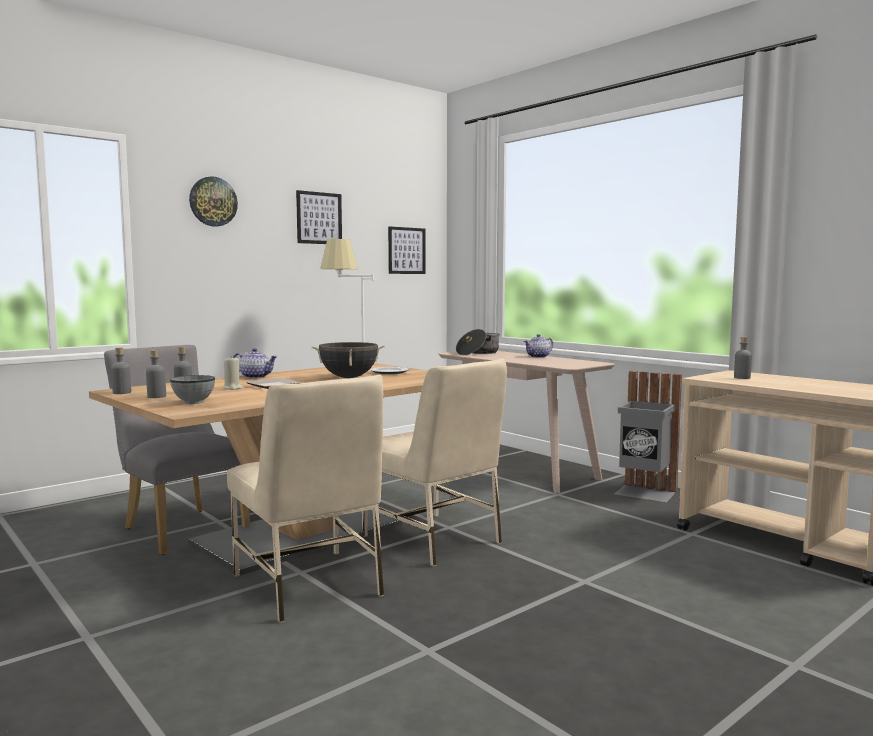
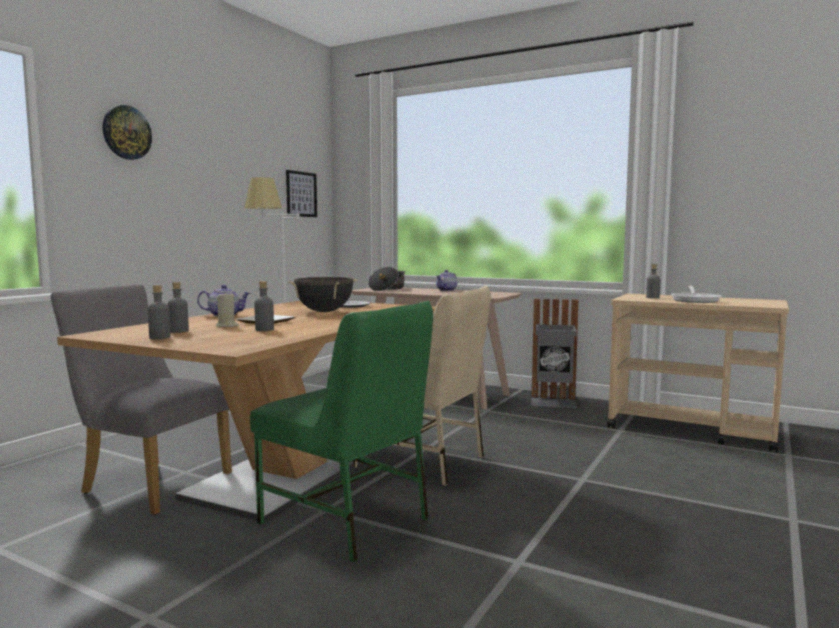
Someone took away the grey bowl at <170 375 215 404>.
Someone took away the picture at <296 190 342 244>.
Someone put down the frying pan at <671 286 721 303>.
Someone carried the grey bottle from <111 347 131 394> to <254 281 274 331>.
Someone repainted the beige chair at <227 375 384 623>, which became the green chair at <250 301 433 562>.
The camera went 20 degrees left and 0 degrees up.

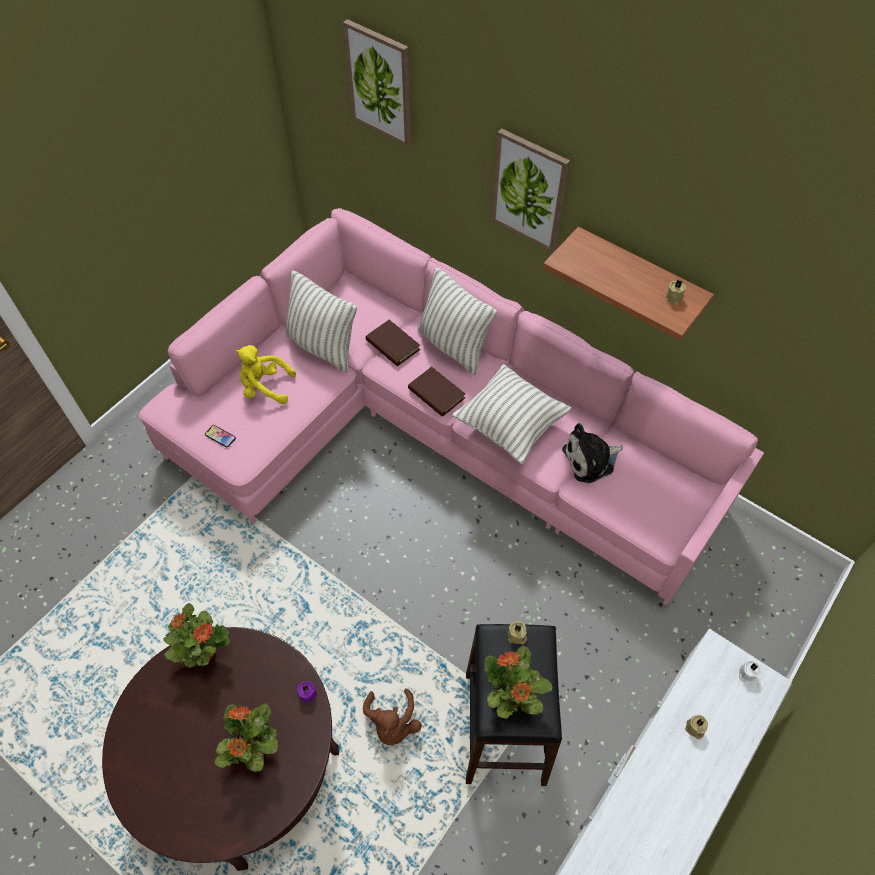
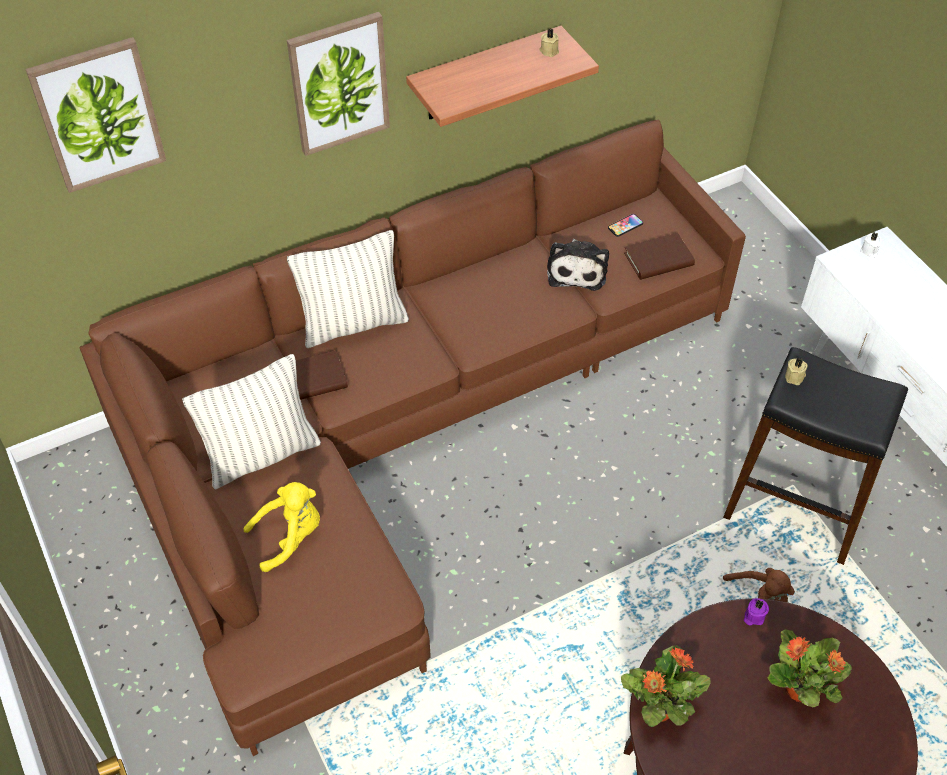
Someone took away the pillow at <452 364 572 464>.
Someone took away the potted plant at <484 646 552 719>.
Someone took away the beige candle at <685 715 708 739>.
Someone carried the phone from <205 425 236 447> to <608 214 643 237>.
Someone carried the brown book from <408 366 465 417> to <624 233 695 280>.
Someone repainted the pink sofa at <139 208 764 605>, which became the brown sofa at <80 119 746 756>.
Someone rotated the yellow plush toy at <236 345 296 404> by 150 degrees counterclockwise.
The camera went 65 degrees left and 5 degrees down.

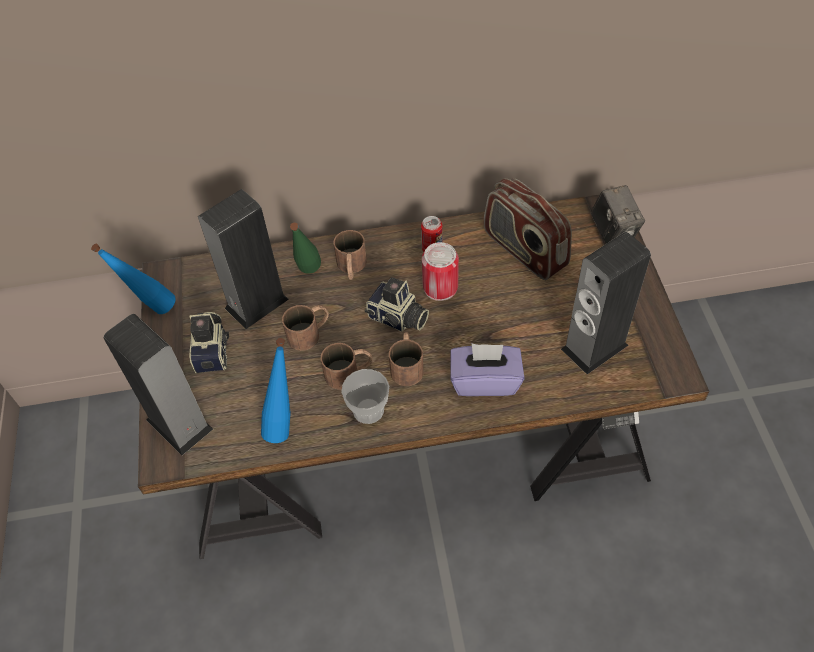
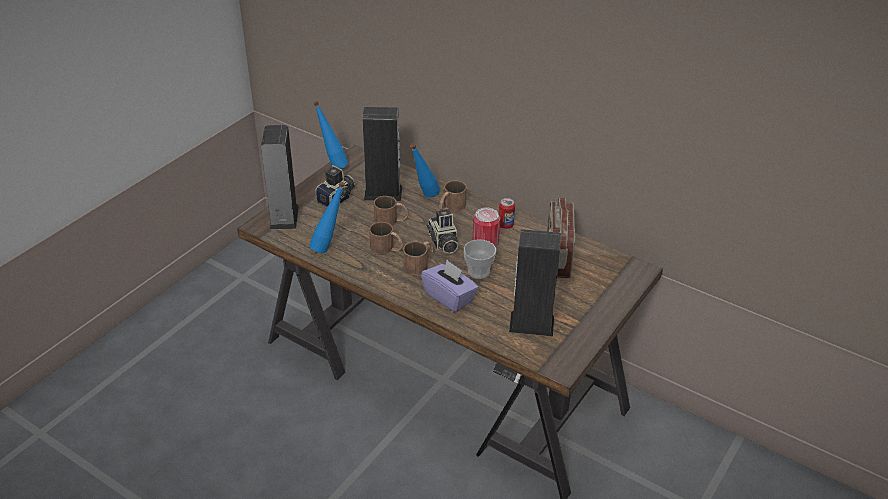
Someone took away the photo camera at <590 185 645 244>.
Someone carried the cup from <341 369 389 424> to <464 240 496 279>.
Someone repainted the green bottle at <290 223 321 274>, which became the blue bottle at <410 143 440 198>.
The camera went 40 degrees right and 15 degrees down.

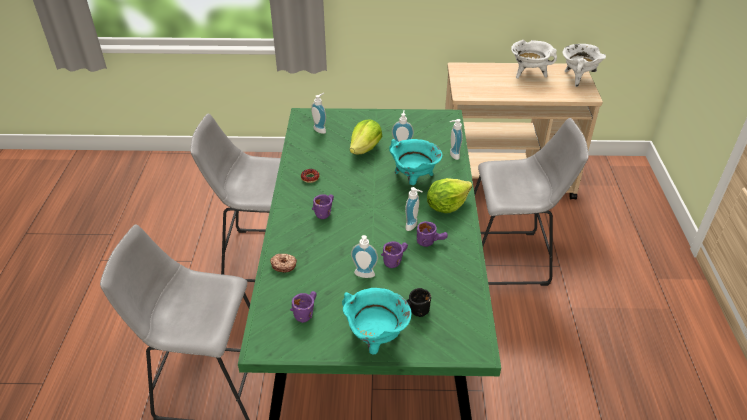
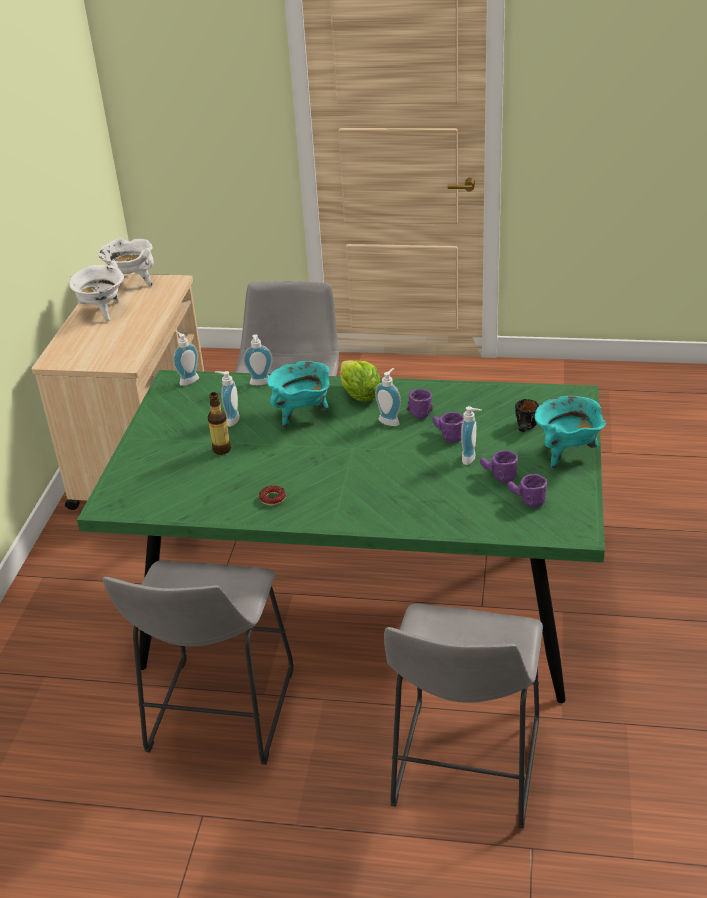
Someone took away the donut at <270 254 297 272>.
Someone carried the soap dispenser from <311 93 326 134> to <173 331 199 386>.
Someone carried the purple mug from <312 194 334 219> to <480 450 518 483>.
Someone swapped the lettuce at <350 119 382 154> for the bottle at <208 392 231 455>.
The camera went 80 degrees left and 5 degrees down.

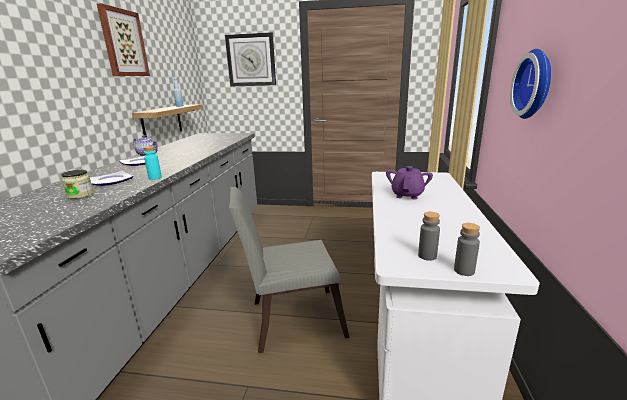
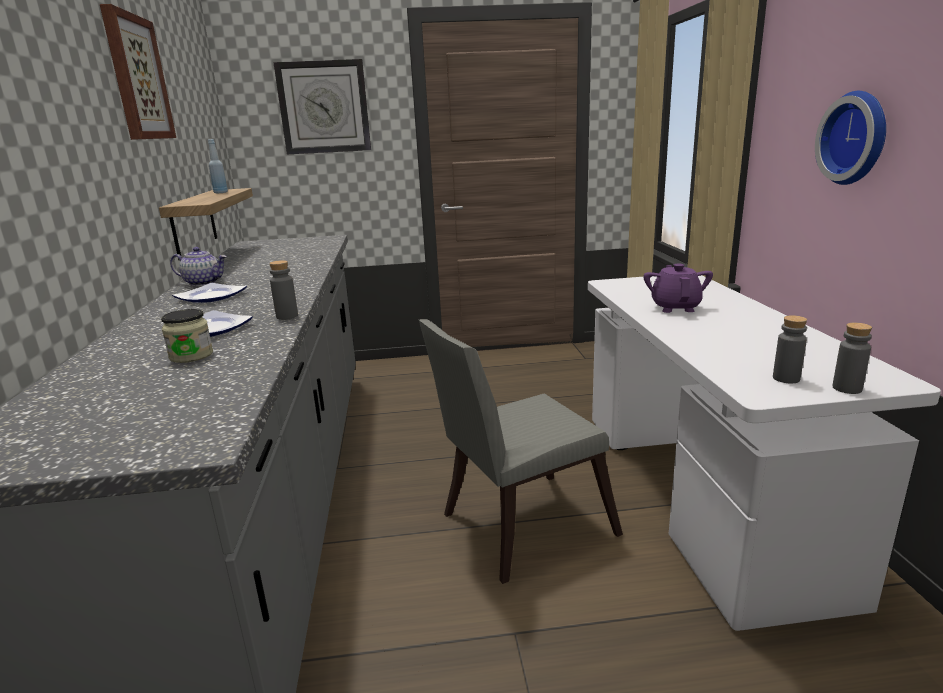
Someone repainted the turquoise bottle at <144 146 162 180>, which became the grey bottle at <269 260 298 320>.
The camera went 15 degrees left and 0 degrees up.

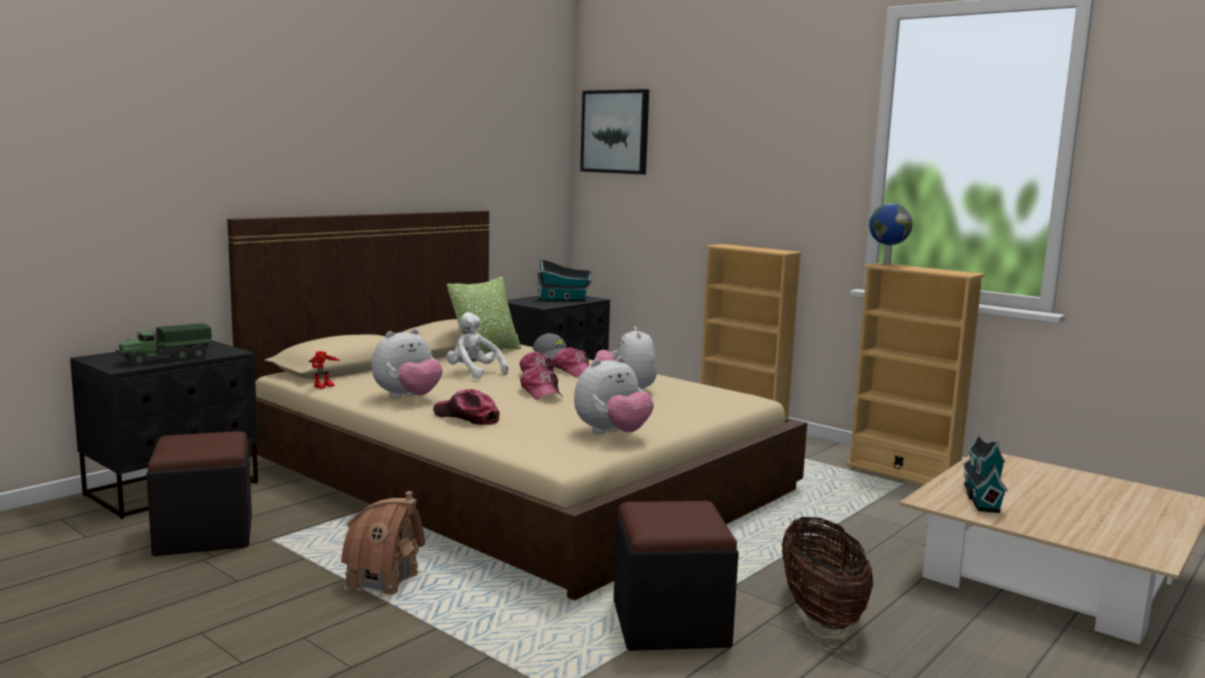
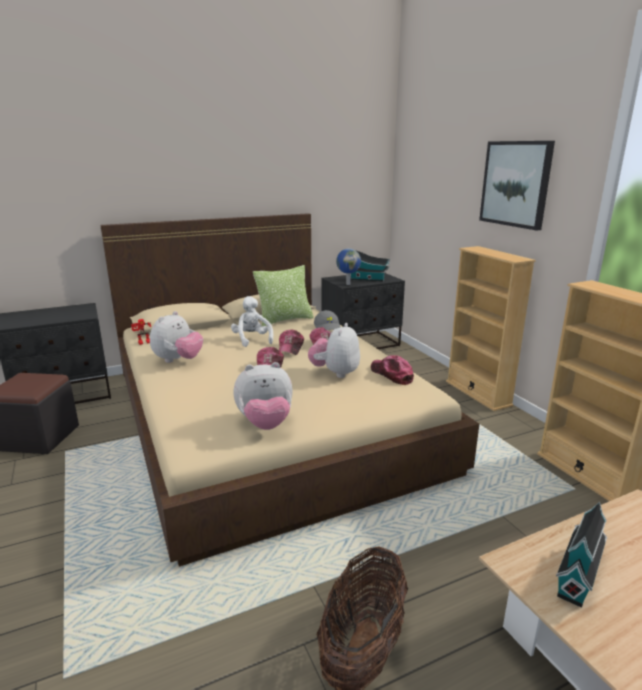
Someone took away the toy truck at <116 323 212 366>.
Someone took away the toy house at <341 491 425 595>.
Someone took away the black ottoman at <614 501 739 651>.
Someone carried the cap from <433 389 500 425> to <371 355 414 385>.
Someone carried the picture from <580 89 649 175> to <479 141 555 231>.
Someone carried the globe from <869 203 912 265> to <336 248 361 285>.
Someone rotated the plush toy at <371 328 443 398> by 45 degrees counterclockwise.
The camera went 25 degrees right and 10 degrees up.

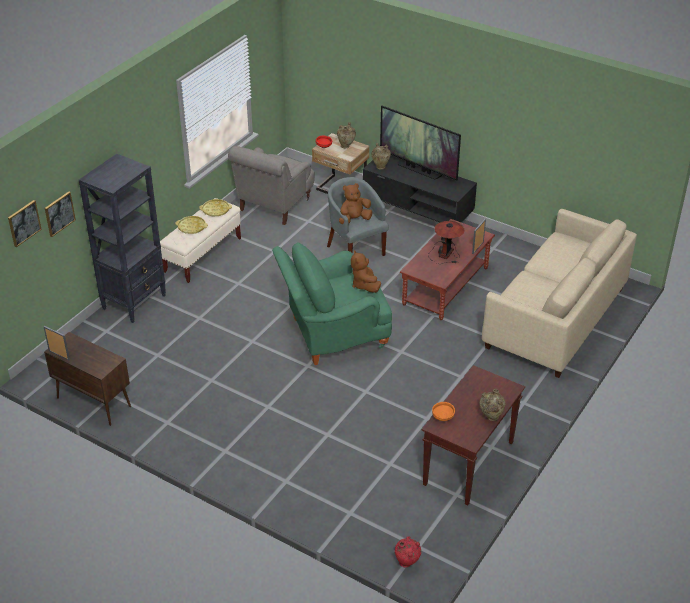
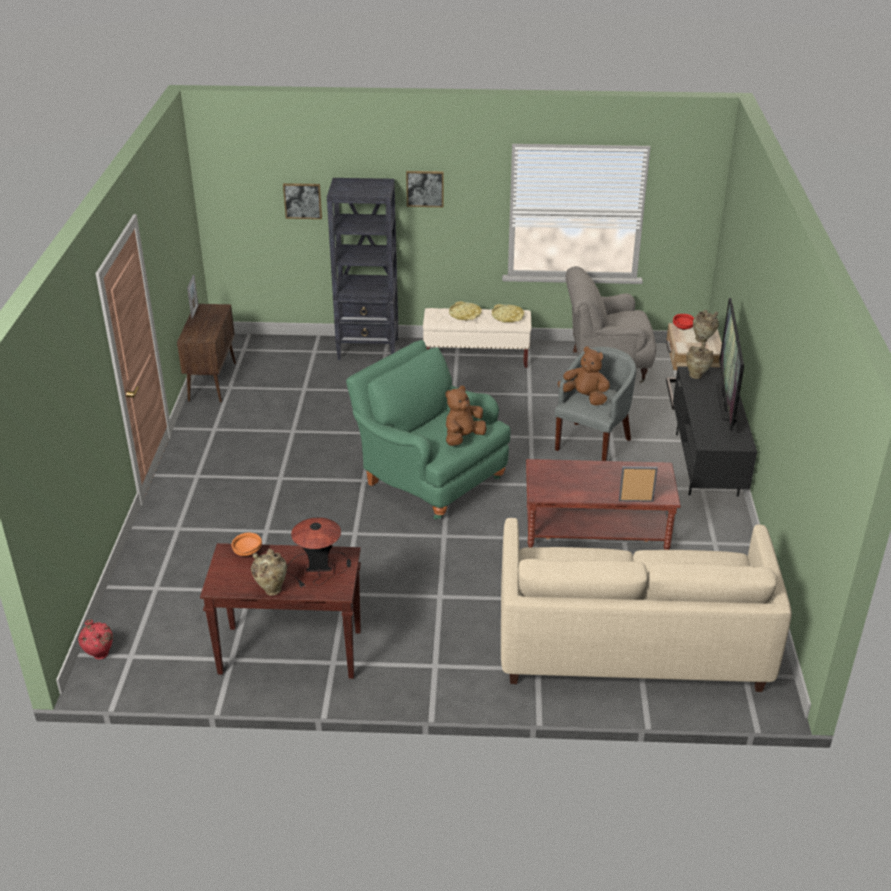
Someone carried the picture from <8 200 42 247> to <406 171 444 207>.
Someone carried the table lamp from <428 221 464 264> to <287 517 351 588>.
The camera went 60 degrees right and 5 degrees down.

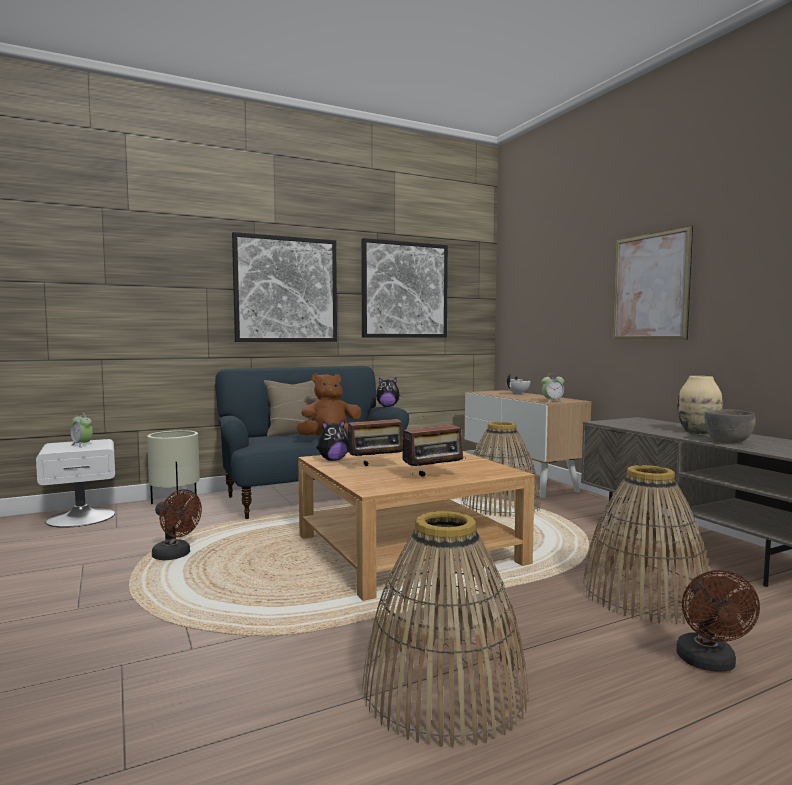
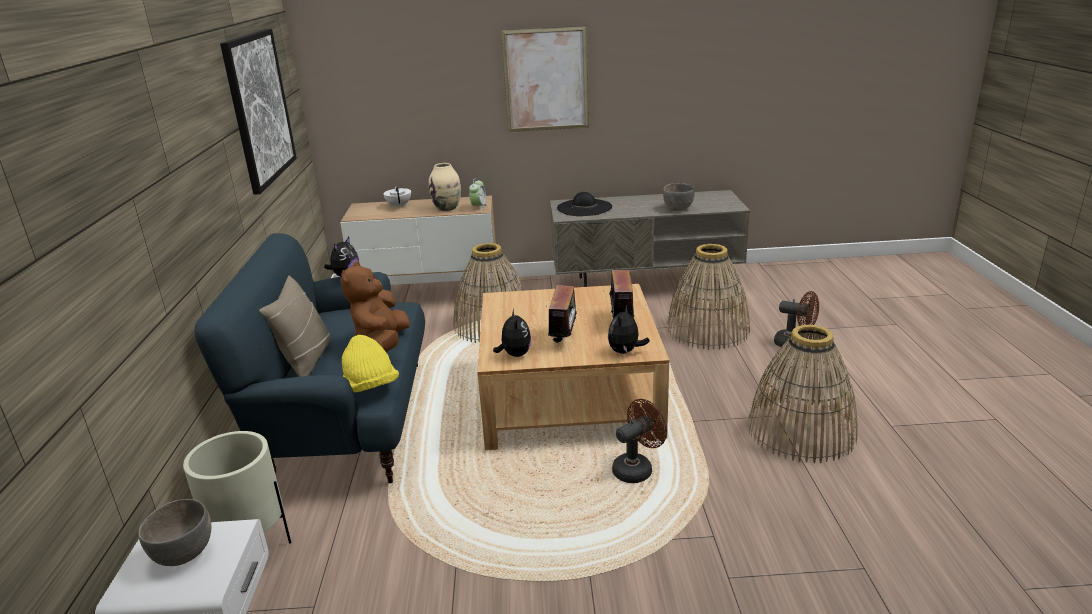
Someone took away the picture at <232 232 337 342>.
Someone put down the yellow hat at <342 335 399 392>.
Someone put down the black hat at <557 192 612 216>.
Someone put down the plush toy at <608 305 649 354>.
Someone carried the brown fan from <152 489 202 560> to <612 399 667 483>.
Someone carried the beige vase from <677 376 723 434> to <429 163 461 211>.
Someone swapped the alarm clock at <71 413 93 447> for the grey bowl at <138 499 211 566>.
The camera went 65 degrees left and 20 degrees up.

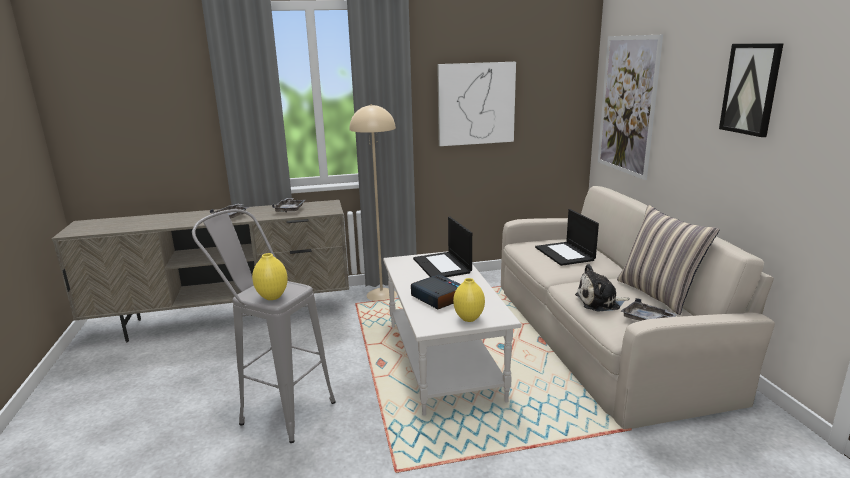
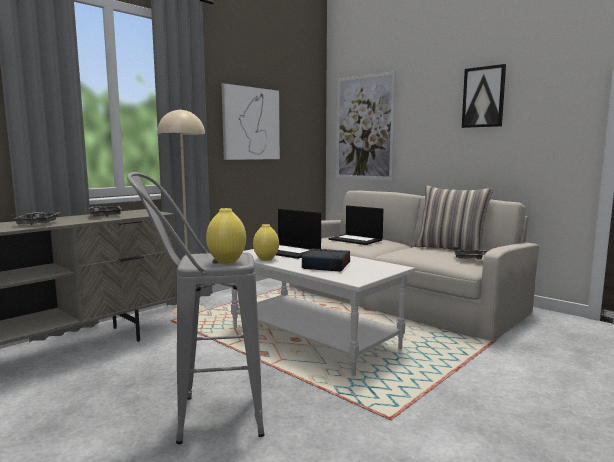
Someone took away the plush toy at <575 264 630 311>.
Someone carried the yellow vase from <453 278 485 322> to <253 224 279 261>.
The camera went 35 degrees left and 10 degrees down.

